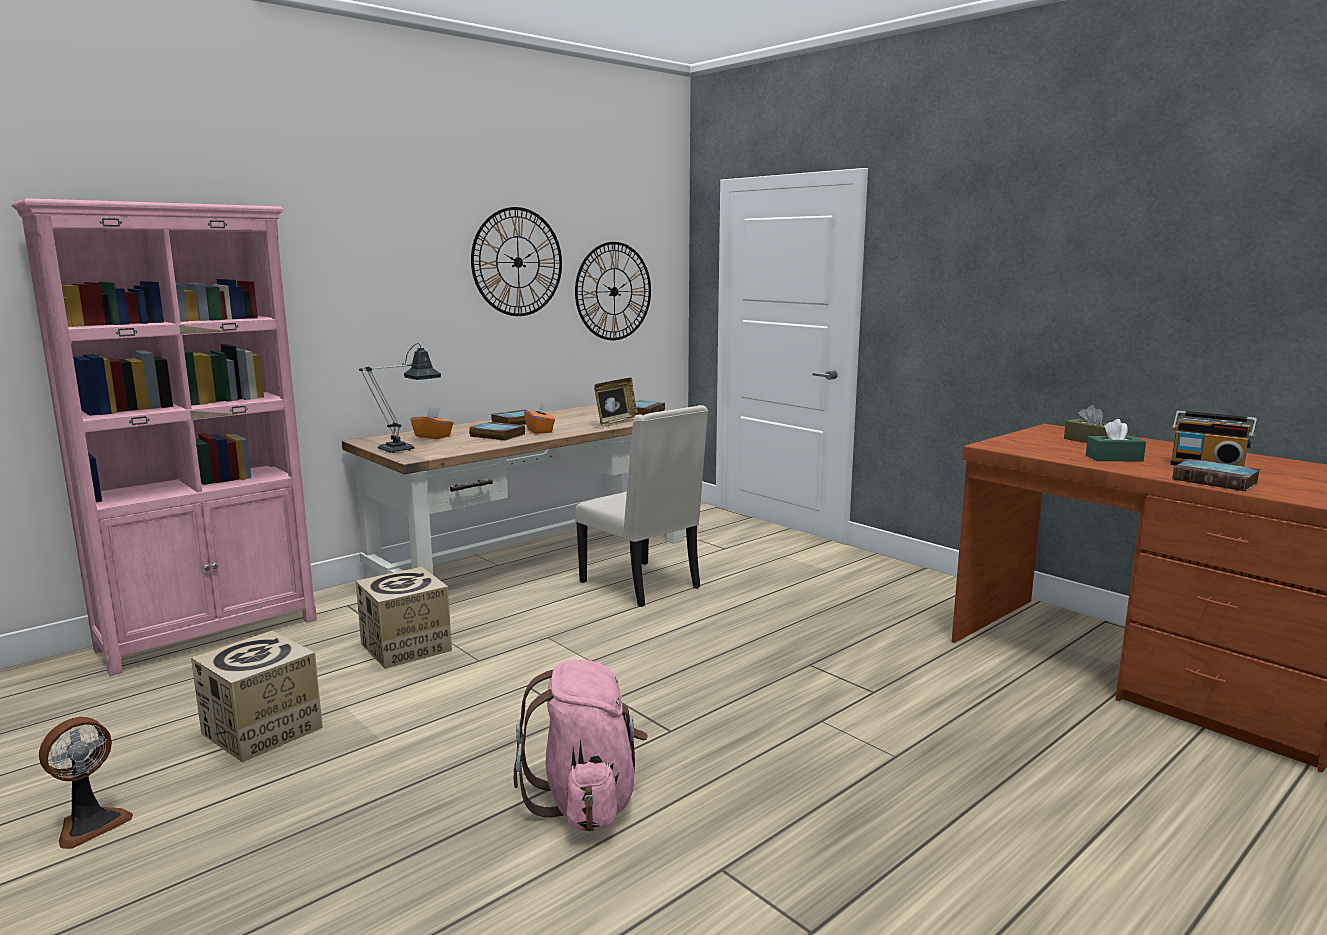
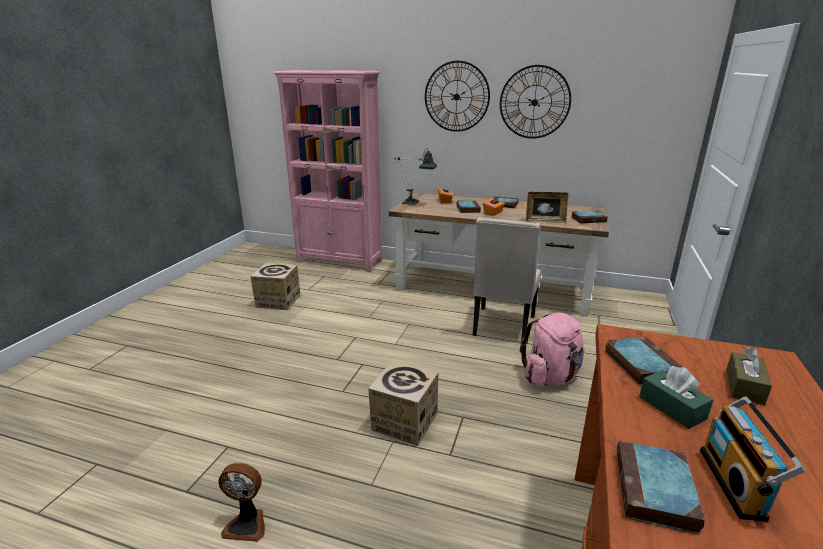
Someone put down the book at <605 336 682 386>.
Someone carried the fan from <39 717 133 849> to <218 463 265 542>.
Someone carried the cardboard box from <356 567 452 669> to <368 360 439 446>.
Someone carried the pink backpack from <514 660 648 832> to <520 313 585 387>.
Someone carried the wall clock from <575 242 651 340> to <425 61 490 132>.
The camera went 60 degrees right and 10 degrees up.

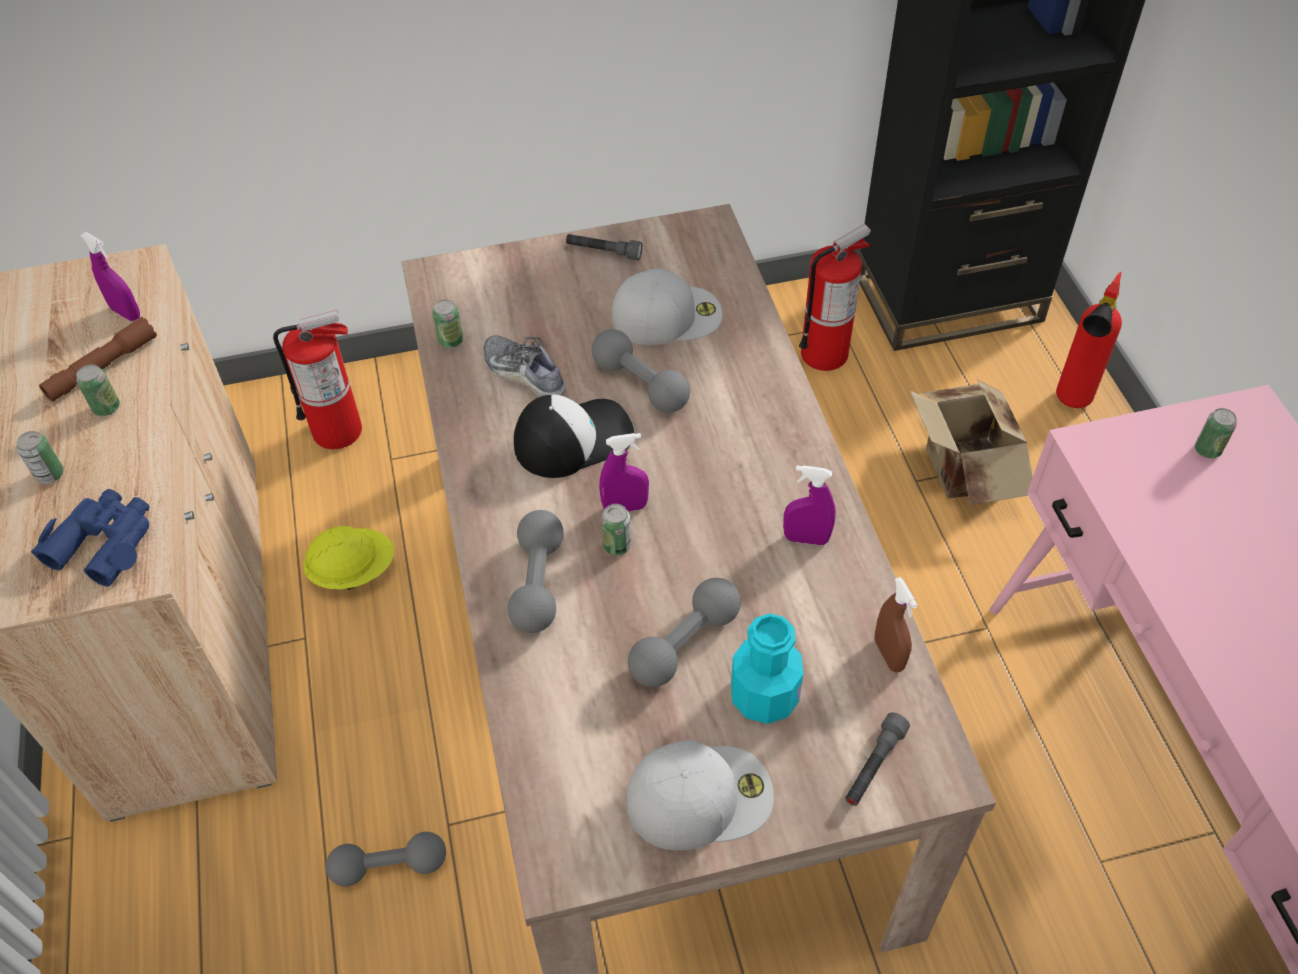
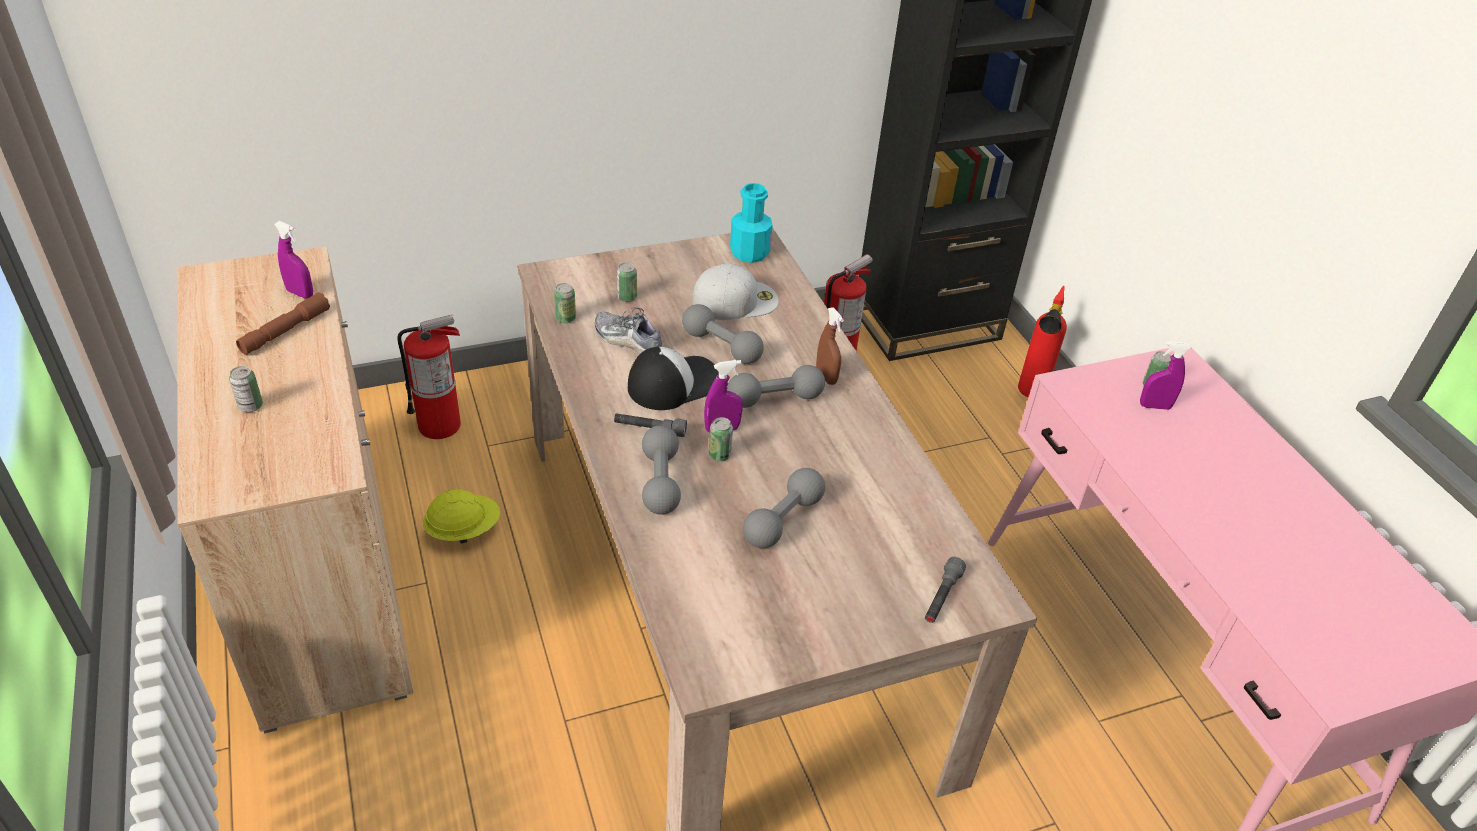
Someone took away the blue binoculars at <31 489 150 587>.
Someone took away the white cap at <626 740 774 850>.
Someone took away the cardboard box at <909 380 1033 505>.
Someone carried the can from <76 364 120 416> to <617 263 637 302>.
Someone carried the grey dumbbell from <326 832 446 886> to <727 365 825 408>.
Someone carried the grey flashlight from <566 234 643 260> to <614 413 687 437>.
Someone carried the turquoise bottle from <731 614 803 724> to <730 183 773 263>.
Someone carried the purple spray bottle from <783 465 836 545> to <1140 341 1191 410>.
Someone carried the brown spray bottle from <875 577 918 673> to <816 307 844 385>.
The camera went 10 degrees left and 10 degrees down.

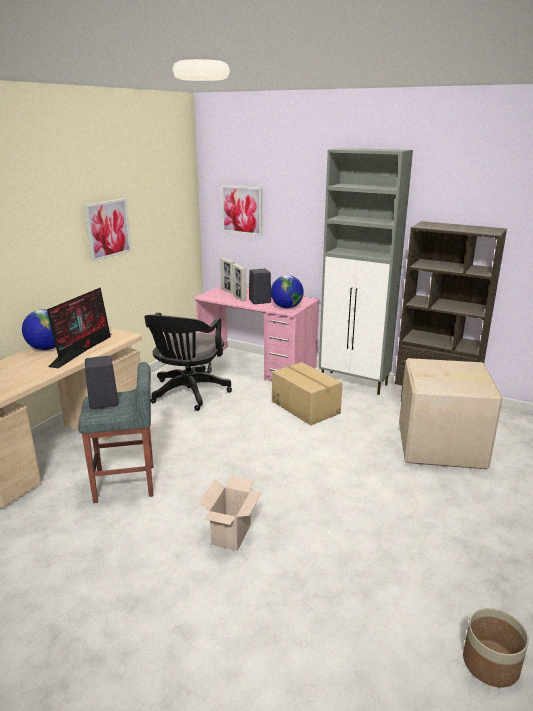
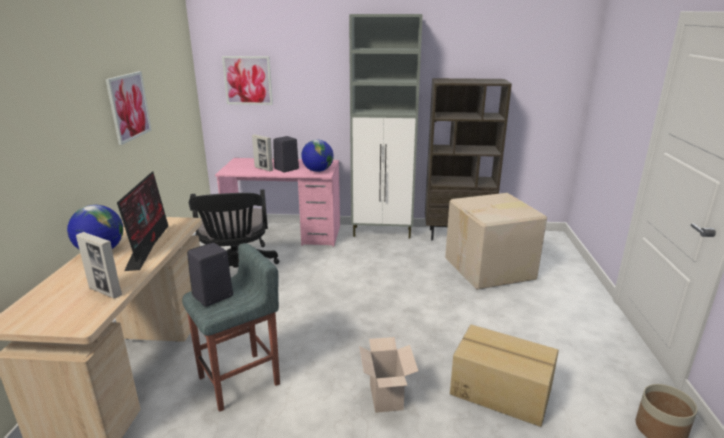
Someone carried the picture frame from <220 258 235 294> to <76 232 122 299>.
Someone carried the cardboard box from <272 362 343 425> to <450 325 559 427>.
The camera went 25 degrees left and 0 degrees up.

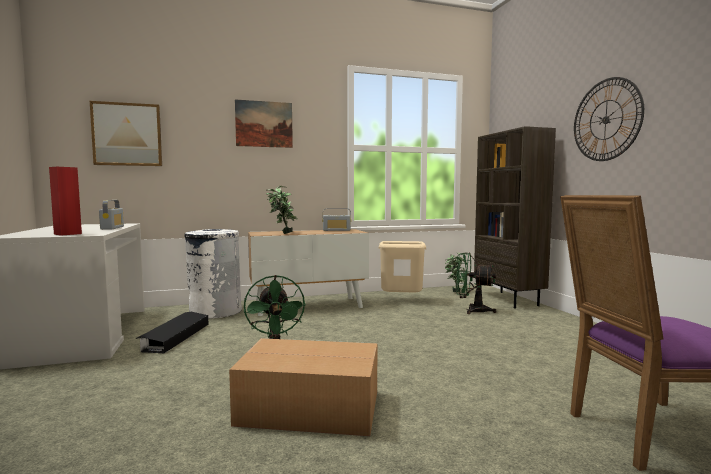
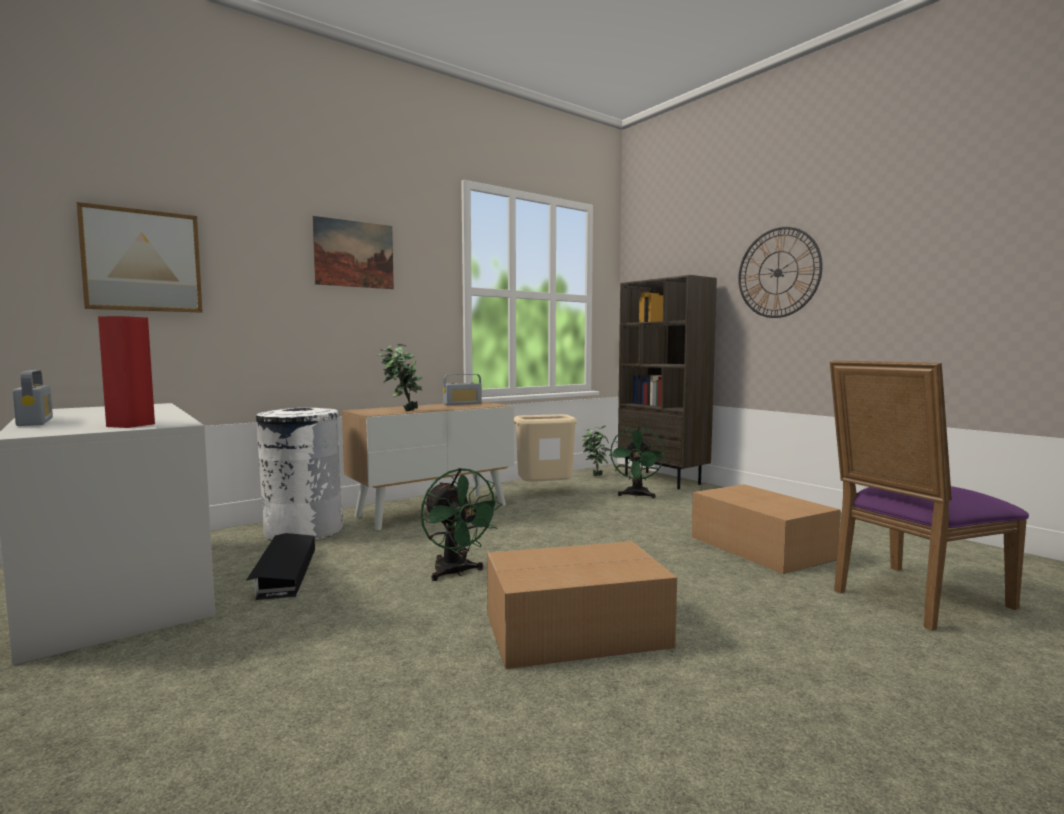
Someone put down the cardboard box at <692 484 841 574>.
Someone carried the radio from <99 200 124 230> to <13 370 53 426>.
Someone rotated the green fan at <456 253 496 314> by 75 degrees counterclockwise.
The camera went 20 degrees left and 0 degrees up.

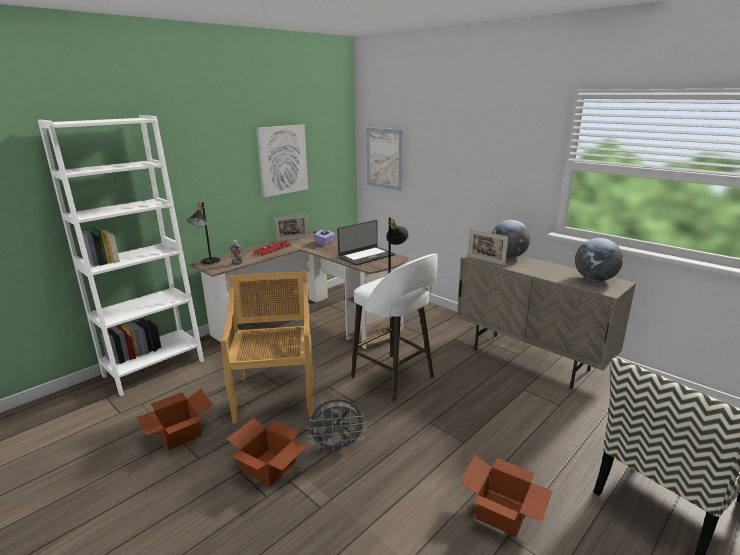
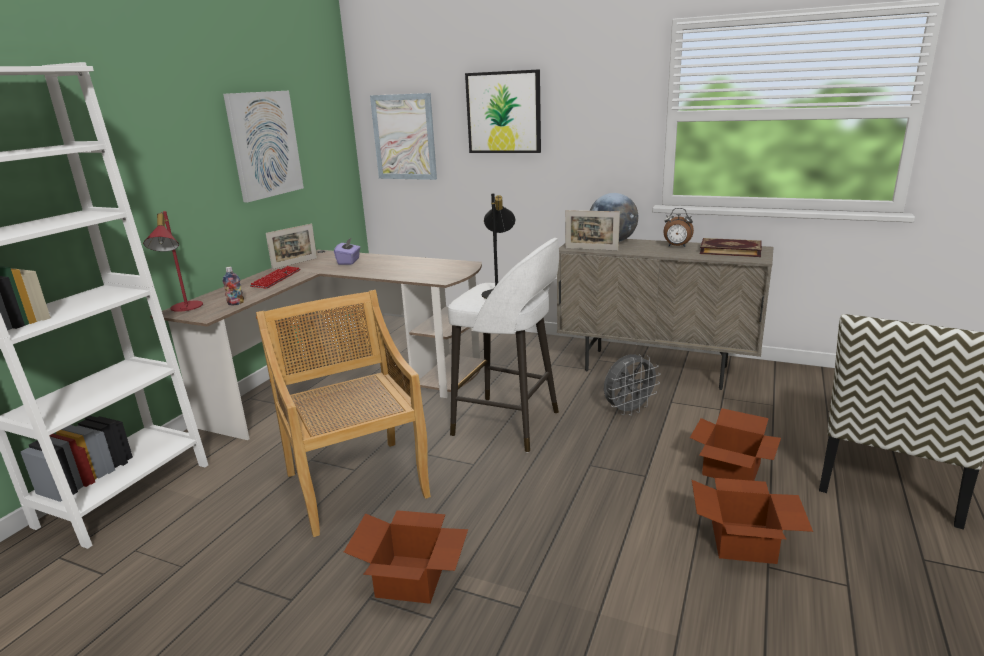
Someone took away the laptop at <337 220 395 266>.
Someone put up the picture at <465 69 541 153>.
Someone put down the alarm clock at <663 208 694 247>.
Someone carried the cardboard box from <136 389 213 450> to <690 408 781 481>.
Someone carried the grey fan from <307 399 366 453> to <604 354 661 416>.
Someone swapped the globe at <575 238 623 281> for the book at <700 238 762 257>.
Someone repainted the black table lamp at <187 202 220 264>, which became the red table lamp at <143 211 203 312>.
The camera went 20 degrees left and 0 degrees up.

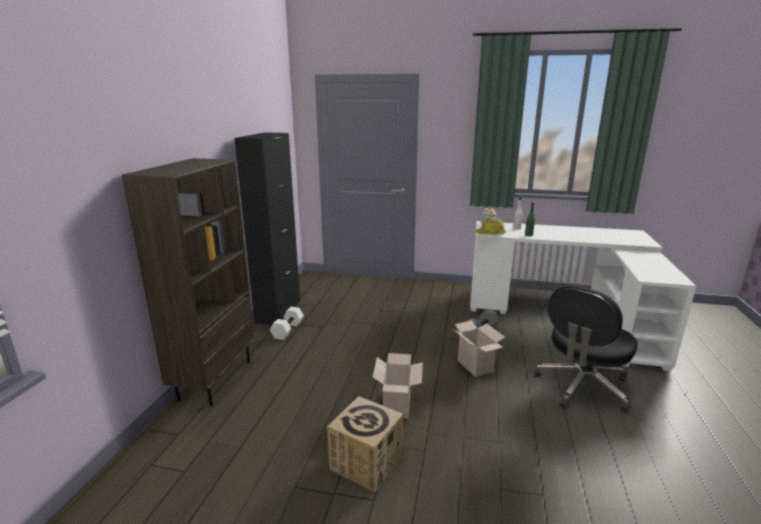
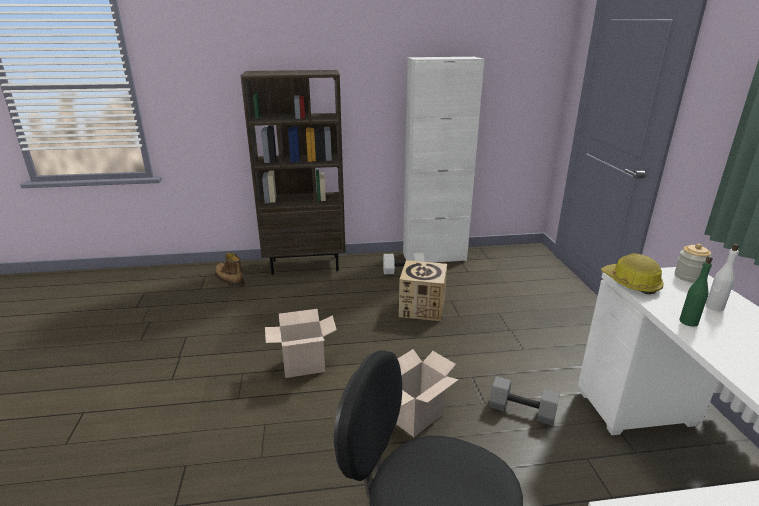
Someone put down the boot at <215 253 245 288>.
Someone carried the cardboard box from <327 396 403 492> to <399 260 447 321>.
Someone repainted the black cabinet at <234 132 300 325>, which became the white cabinet at <403 57 484 263>.
The camera went 70 degrees right and 5 degrees up.

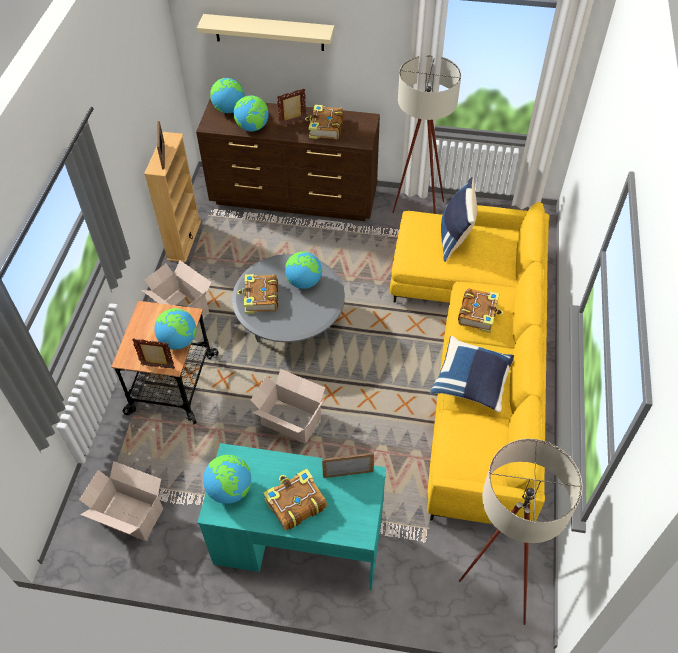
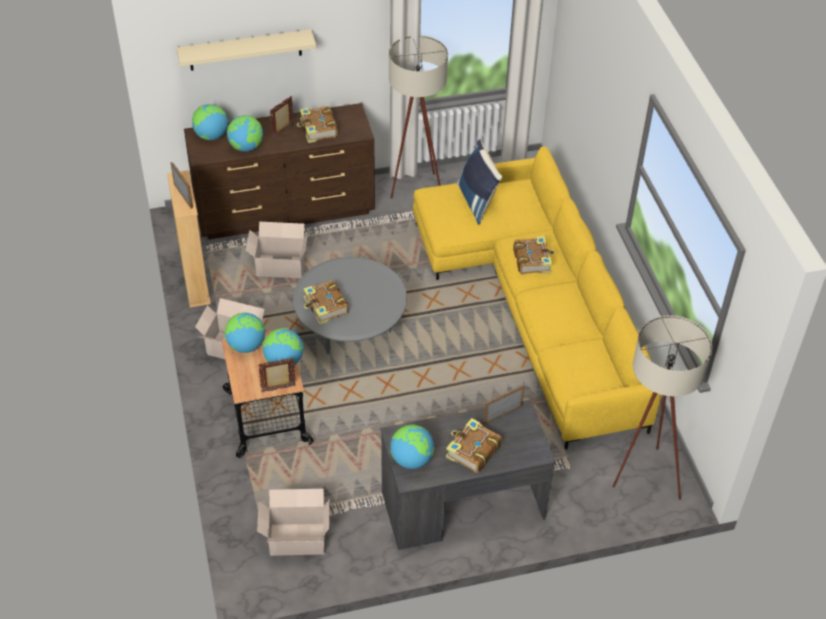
Someone took away the blue pillow at <430 336 514 412>.
Someone carried the cardboard box from <251 369 325 444> to <246 222 308 278>.
Someone carried the globe from <285 251 322 289> to <225 312 265 353>.
Someone repainted the turquoise desk at <197 443 386 590>, which became the grey desk at <380 400 556 550>.
The camera went 25 degrees left and 5 degrees down.

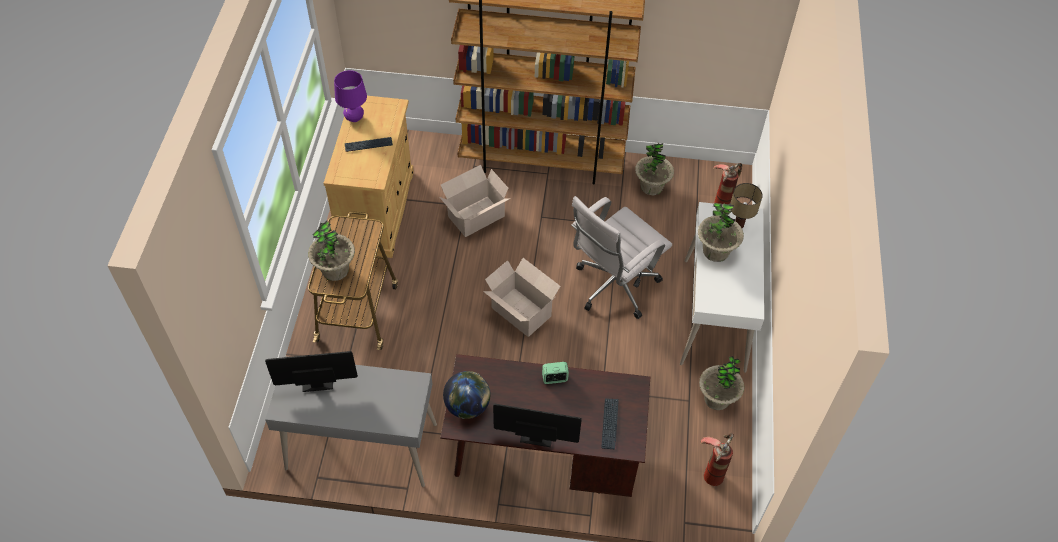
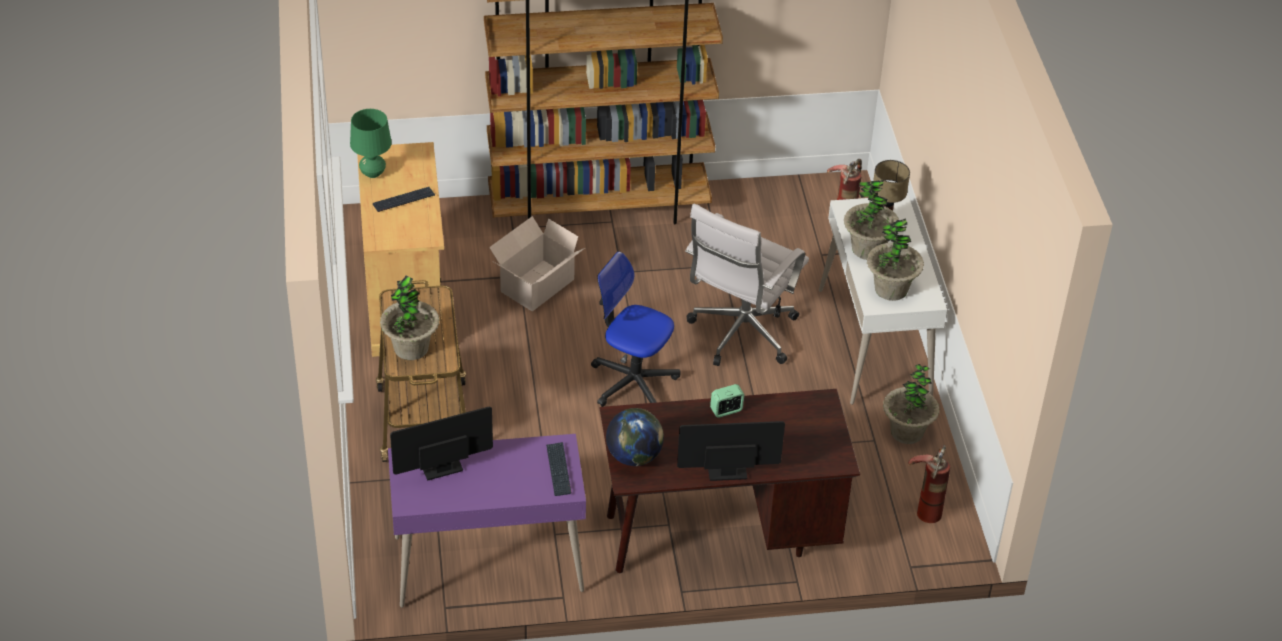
Someone carried the keyboard from <601 398 619 449> to <546 442 571 496>.
Someone carried the potted plant from <635 143 674 195> to <867 218 924 301>.
Someone swapped the cardboard box at <483 258 561 337> for the office chair at <591 251 681 407>.
Someone repainted the grey desk at <265 356 437 487>, which became the purple desk at <388 434 586 608>.
Someone repainted the purple table lamp at <334 70 367 122>, which became the green table lamp at <350 109 392 178>.
The camera went 15 degrees left and 10 degrees down.

